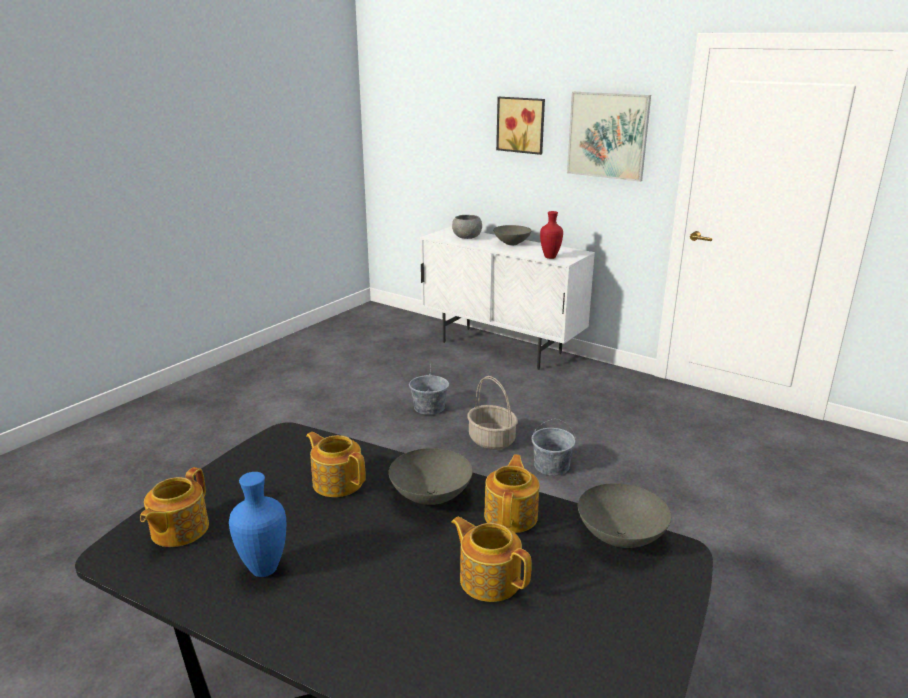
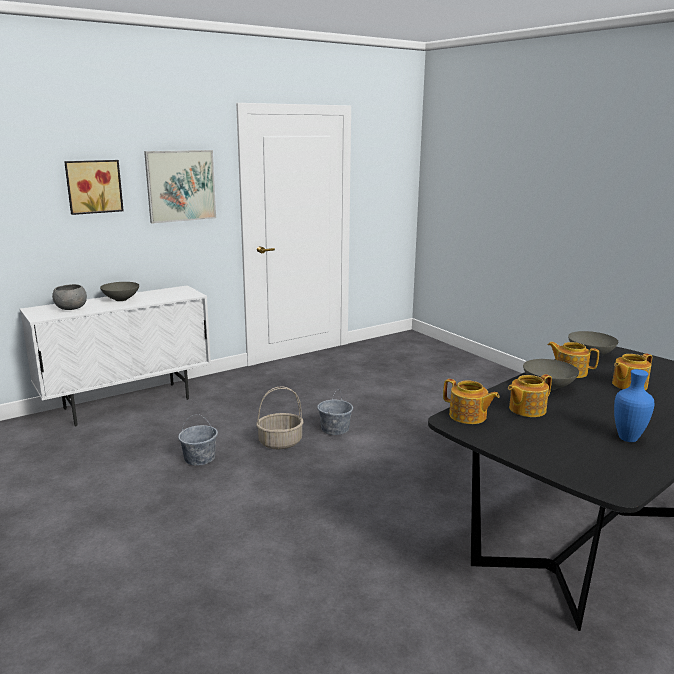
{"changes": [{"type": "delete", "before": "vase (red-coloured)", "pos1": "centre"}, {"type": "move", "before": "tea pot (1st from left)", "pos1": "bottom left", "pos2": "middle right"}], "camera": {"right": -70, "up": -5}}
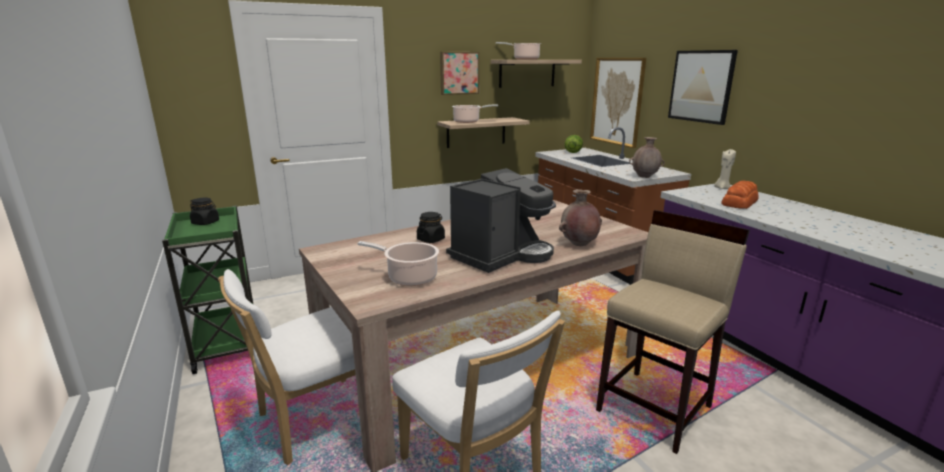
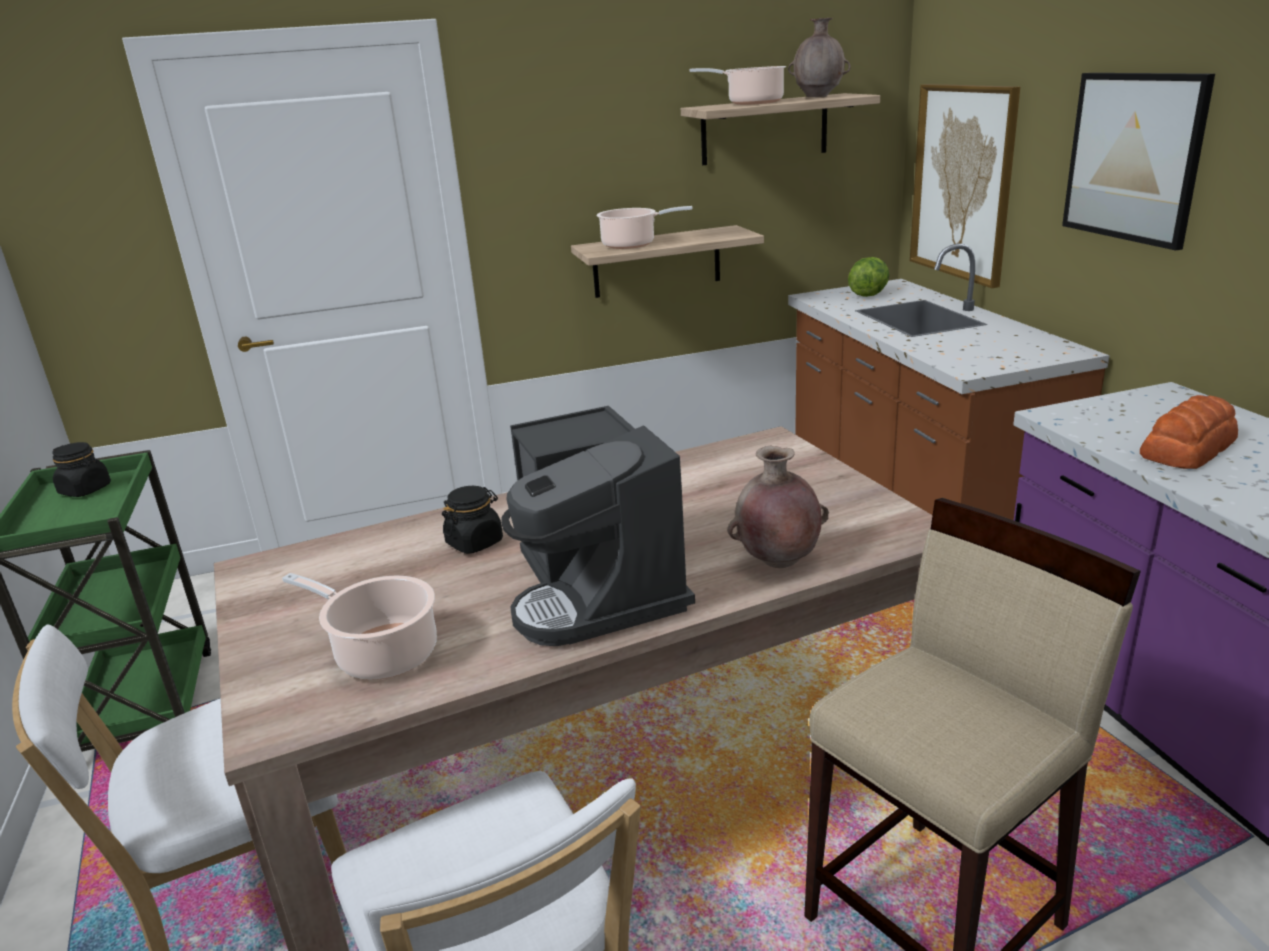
{"changes": [{"type": "delete", "before": "wall picture (1st from left)", "pos1": "top centre"}, {"type": "move", "before": "vase (brown-coloured) (2nd from left)", "pos1": "top right", "pos2": "top centre"}, {"type": "delete", "before": "wax light (beige)", "pos1": "middle right"}, {"type": "rotate", "before": "coffee brewer", "pos1": "centre", "pos2": "centre", "turn": 105}], "camera": {"right": 10, "up": 5}}
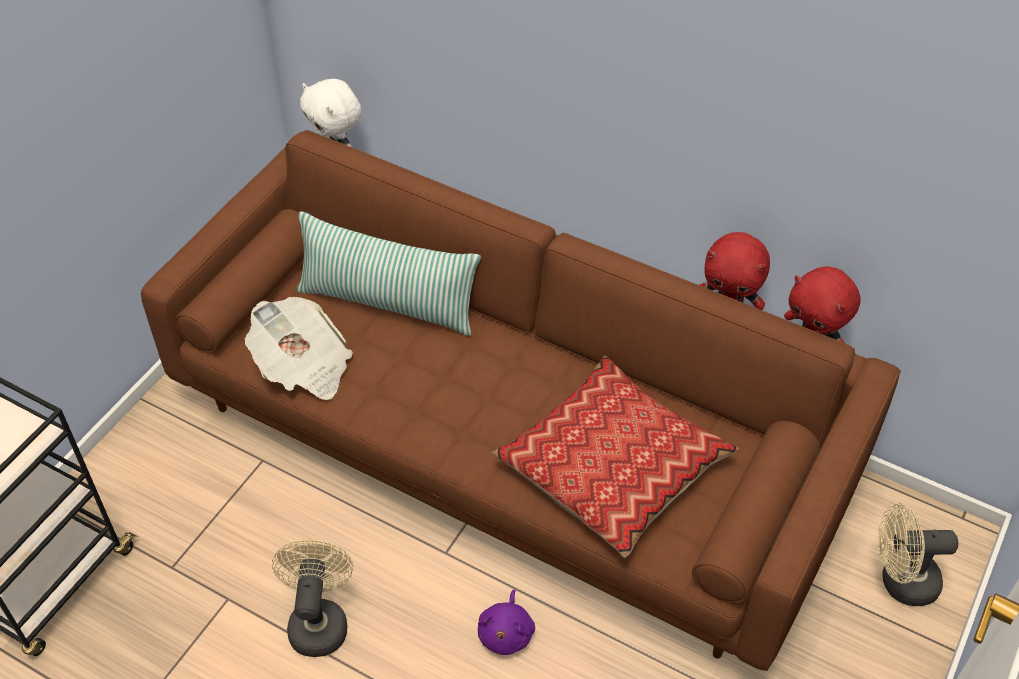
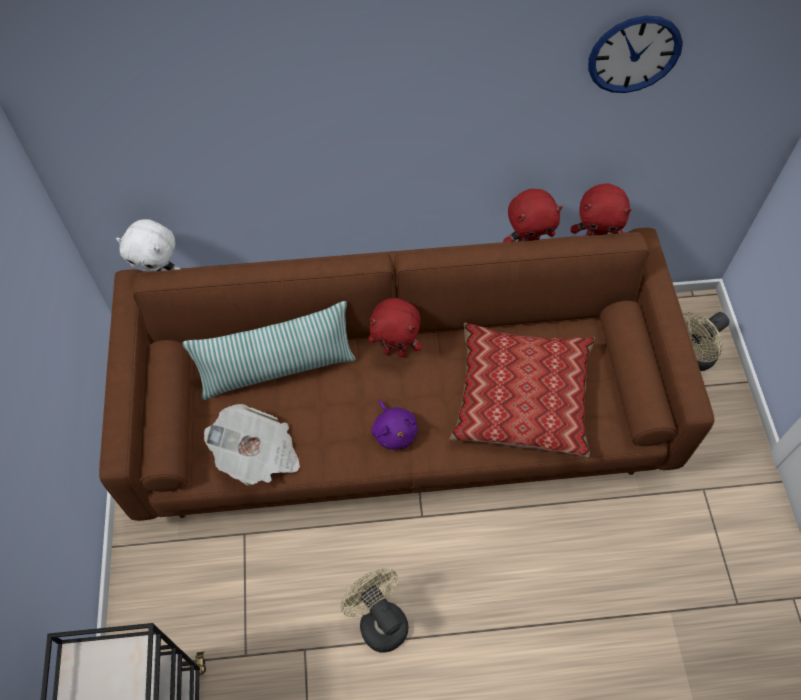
{"changes": [{"type": "move", "before": "plush toy (purple)", "pos1": "bottom centre", "pos2": "centre"}, {"type": "insert", "after": "hanging clock", "pos2": "top right"}, {"type": "insert", "after": "plush toy (red-coloured) (1st from left)", "pos2": "centre"}], "camera": {"right": -35, "up": 10}}
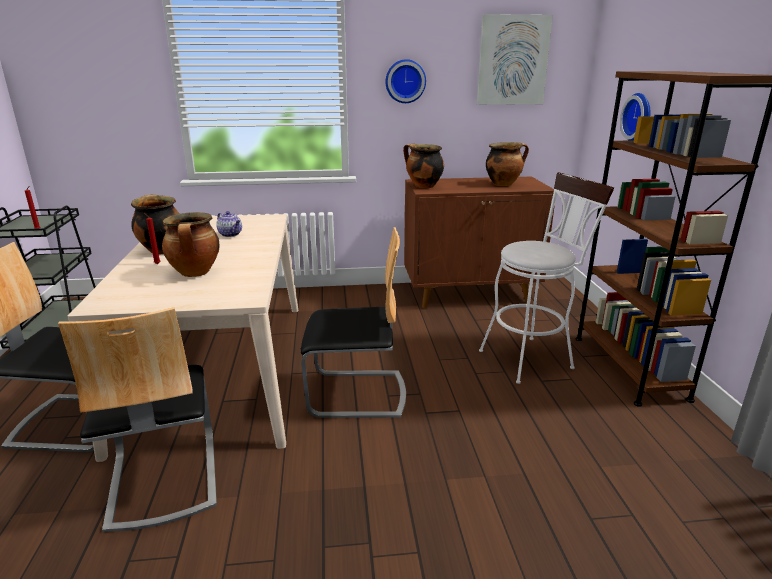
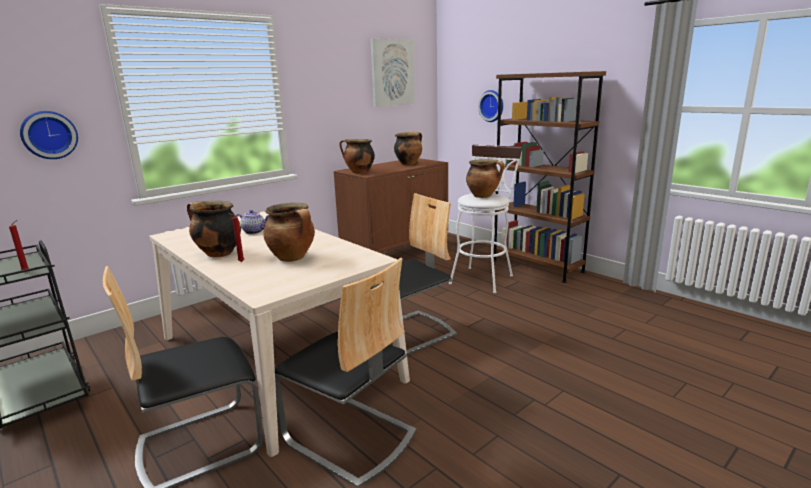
{"changes": [{"type": "move", "before": "hanging clock (1st from left)", "pos1": "top centre", "pos2": "top left"}, {"type": "insert", "after": "stockpot (5th from left)", "pos2": "centre"}], "camera": {"right": -35, "up": -5}}
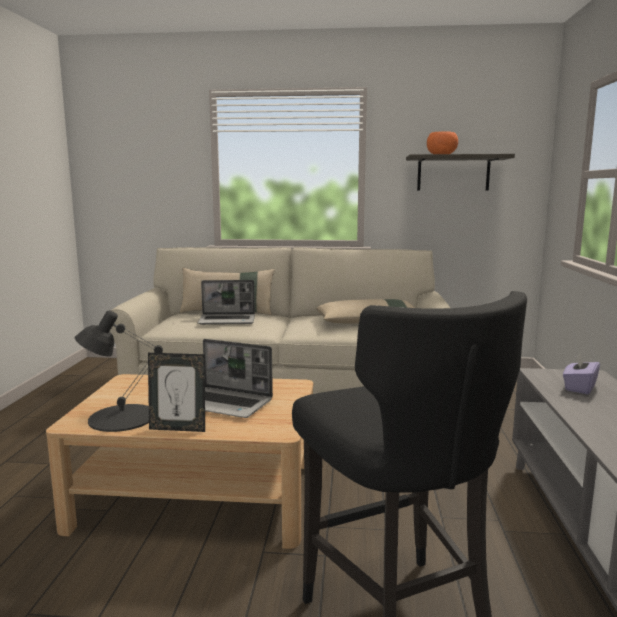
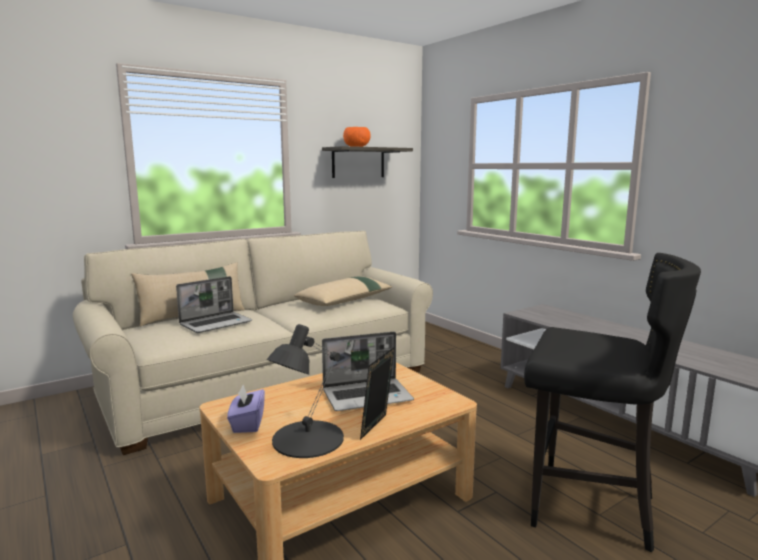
{"changes": [{"type": "move", "before": "tissue box (purple)", "pos1": "middle right", "pos2": "bottom left"}, {"type": "rotate", "before": "photo frame", "pos1": "middle left", "pos2": "bottom centre", "turn": 150}], "camera": {"right": -40, "up": 0}}
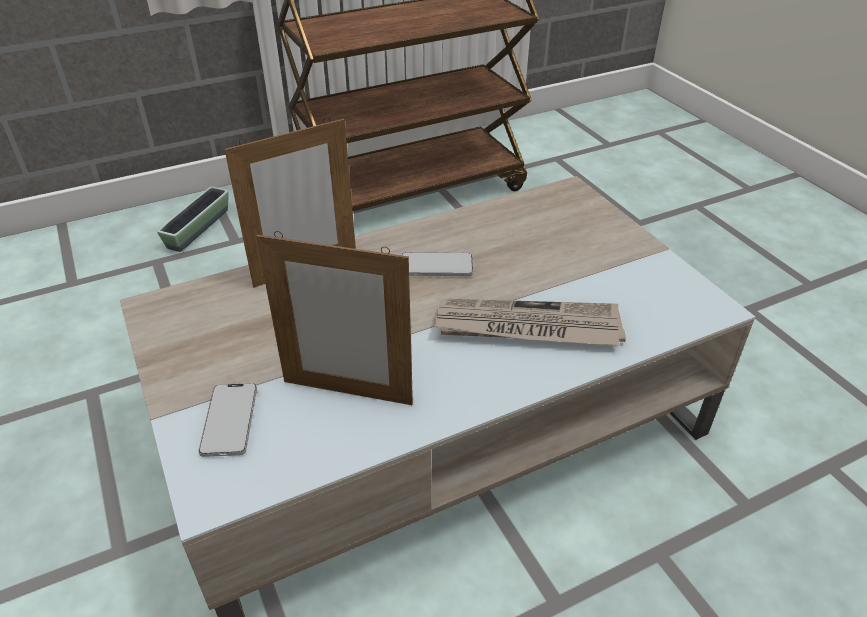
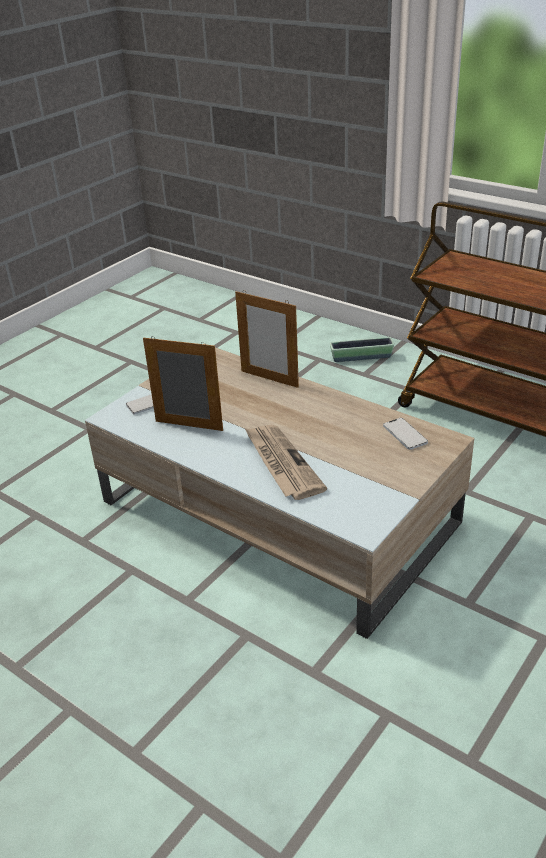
{"changes": [{"type": "rotate", "before": "photo frame (2nd from left in the first image)", "pos1": "centre", "pos2": "centre", "turn": 120}, {"type": "move", "before": "telephone (2nd from left)", "pos1": "centre", "pos2": "middle right"}], "camera": {"right": 65, "up": -5}}
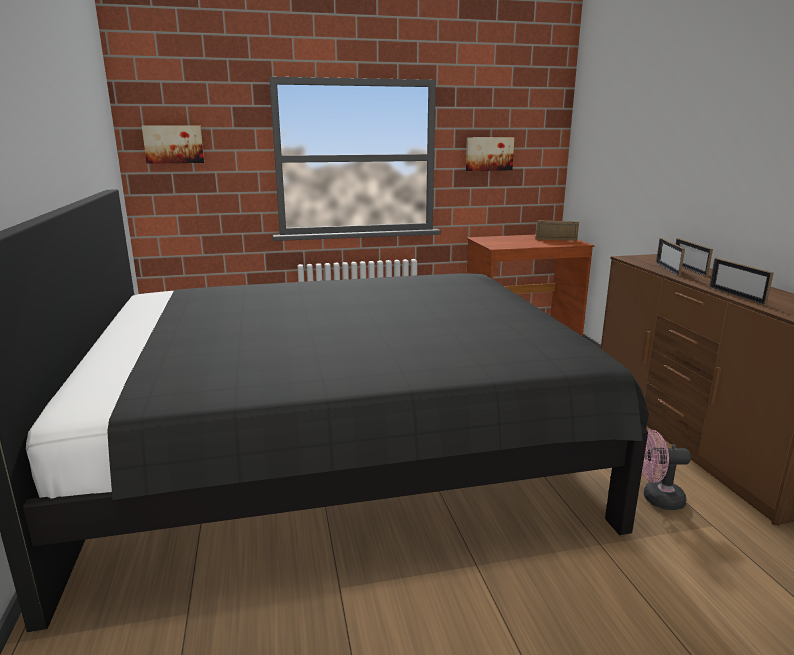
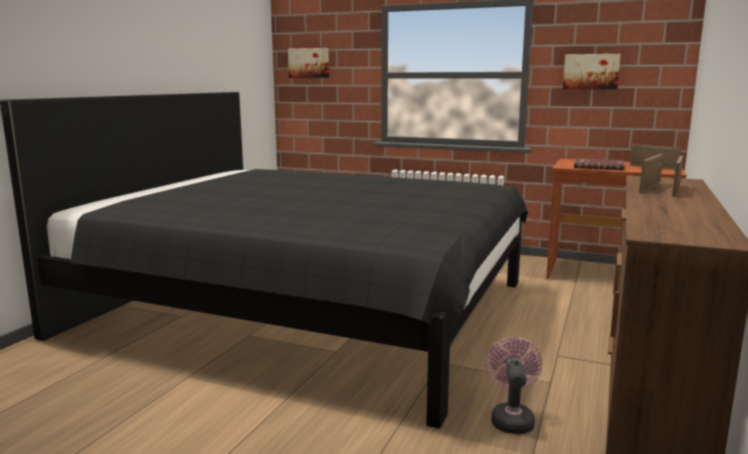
{"changes": [{"type": "delete", "before": "photo frame (4th from left)", "pos1": "middle right"}, {"type": "rotate", "before": "electric fan (pink)", "pos1": "bottom right", "pos2": "bottom right", "turn": 60}, {"type": "insert", "after": "bound book (red-coloured)", "pos2": "middle right"}], "camera": {"right": 35, "up": -5}}
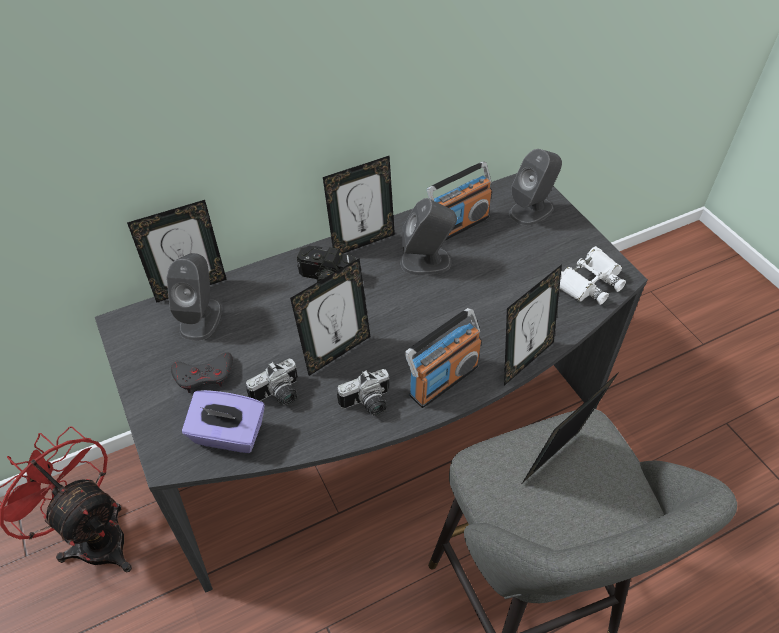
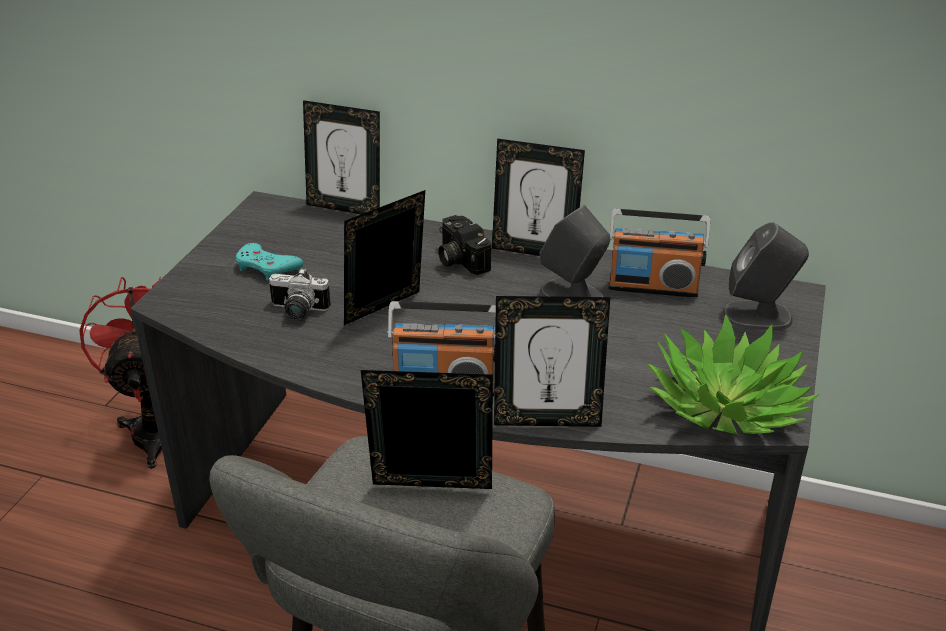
{"changes": [{"type": "replace", "before": "field glasses (whitish)", "after": "potted plant", "pos1": "middle right", "pos2": "middle right"}, {"type": "delete", "before": "audio speaker (gray) (1st from left)", "pos1": "middle left"}, {"type": "rotate", "before": "photo frame (2nd from left)", "pos1": "centre", "pos2": "centre", "turn": 135}, {"type": "recolor", "before": "joypad (gray)", "after": "joypad (turquoise)", "pos1": "middle left", "pos2": "middle left"}, {"type": "delete", "before": "still camera (3rd from left)", "pos1": "centre"}, {"type": "delete", "before": "tissue box (purple)", "pos1": "middle left"}], "camera": {"right": 45, "up": -15}}
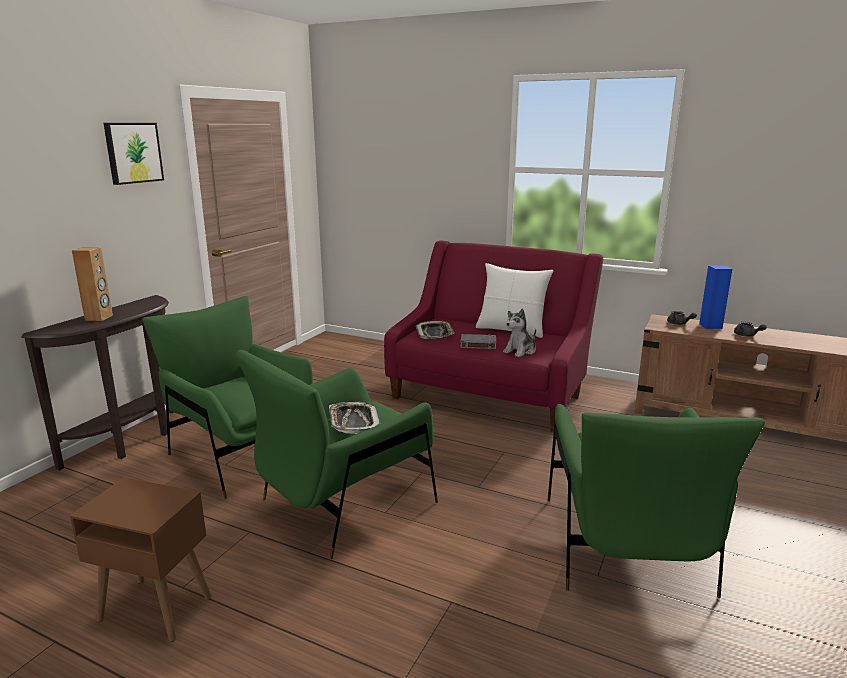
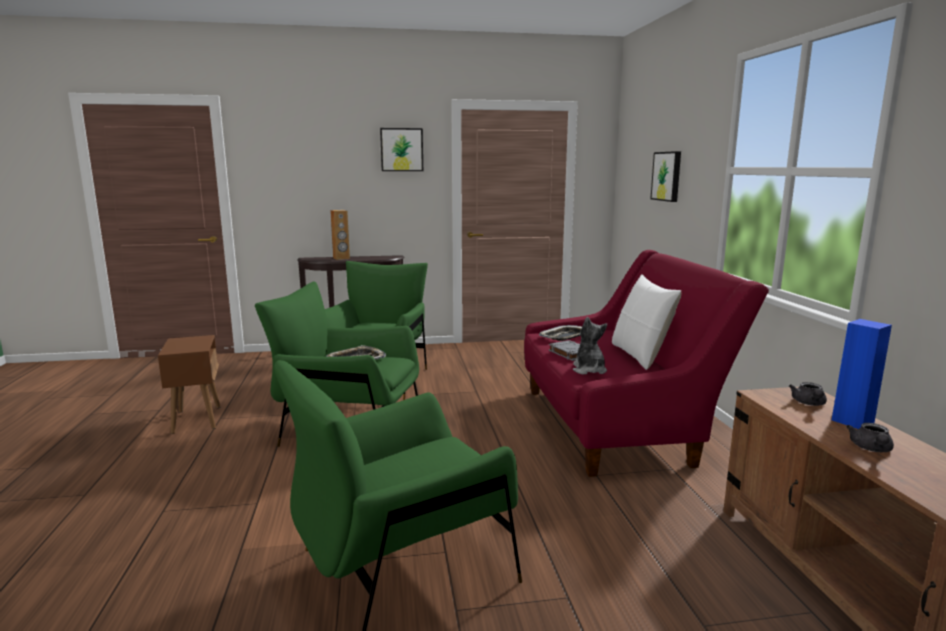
{"changes": [{"type": "rotate", "before": "plush toy", "pos1": "centre", "pos2": "centre", "turn": 75}, {"type": "insert", "after": "wall picture (2nd from left)", "pos2": "top right"}], "camera": {"right": 55, "up": -5}}
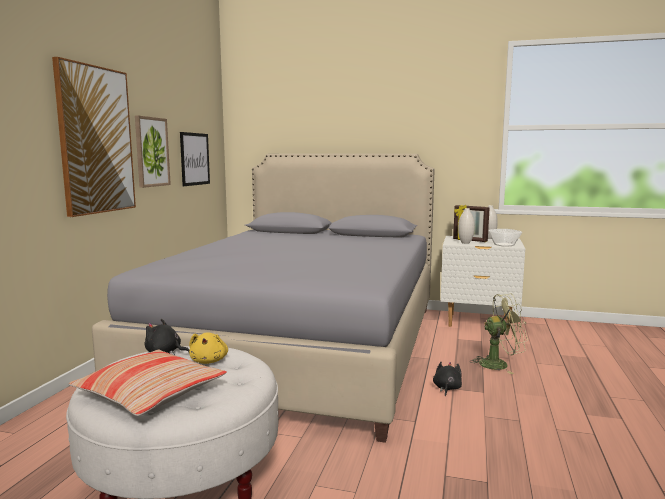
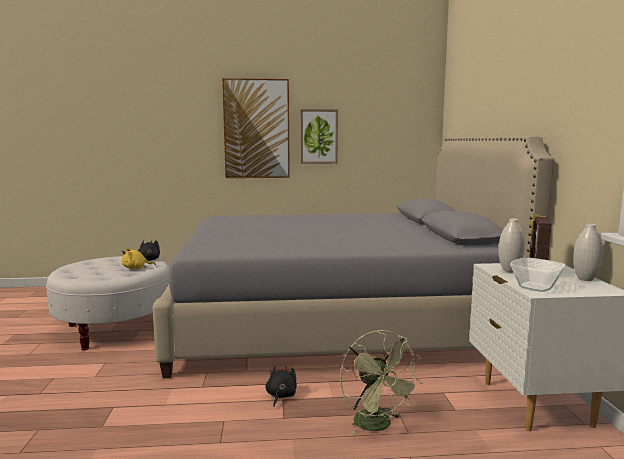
{"changes": [{"type": "delete", "before": "wall picture (3rd from left)", "pos1": "top left"}, {"type": "delete", "before": "cushion", "pos1": "bottom left"}, {"type": "rotate", "before": "plush toy (black) (2nd from left)", "pos1": "bottom right", "pos2": "bottom centre", "turn": -75}], "camera": {"right": 70, "up": 0}}
